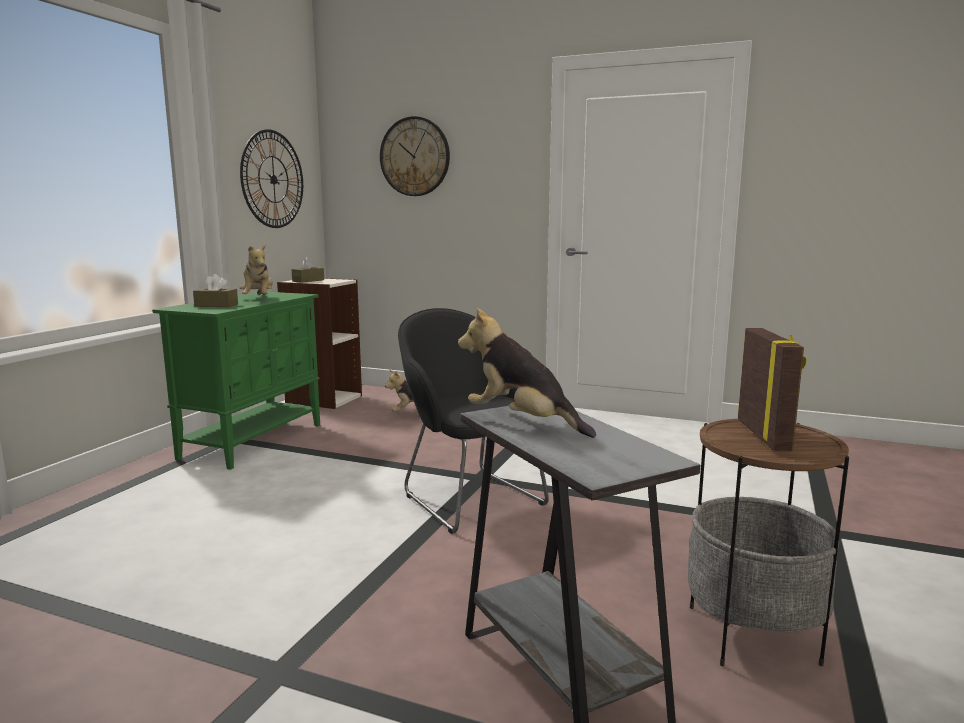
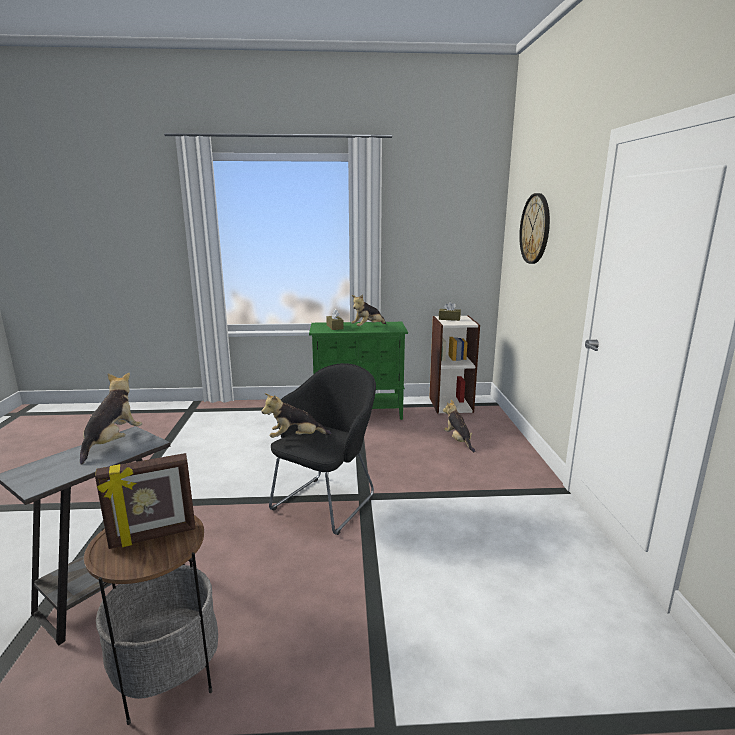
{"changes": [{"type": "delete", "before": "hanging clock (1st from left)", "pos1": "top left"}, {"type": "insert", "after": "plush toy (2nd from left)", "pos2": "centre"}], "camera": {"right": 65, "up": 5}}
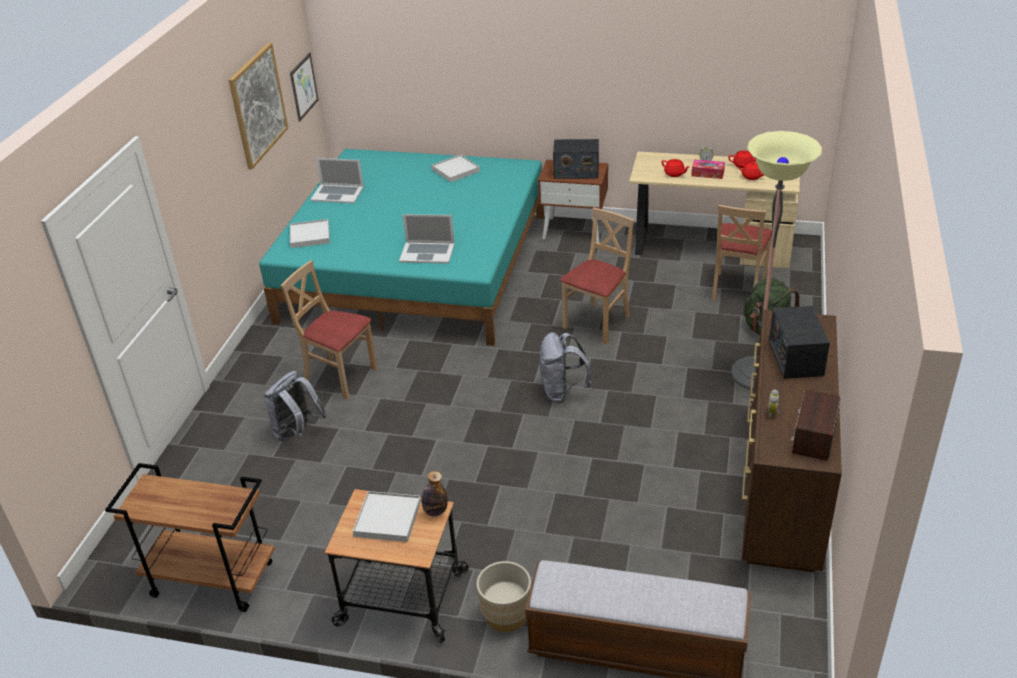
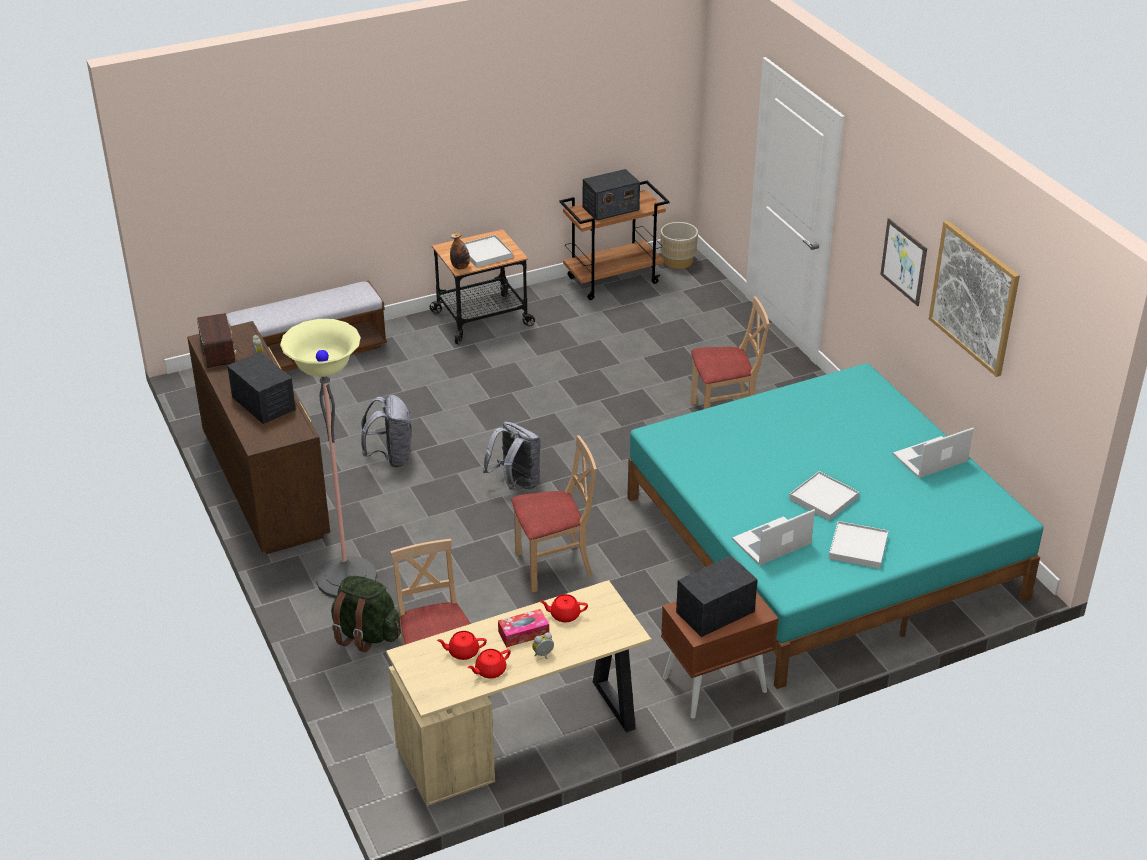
{"changes": [{"type": "move", "before": "wall picture (2nd from left in the first image)", "after": "wall picture (1st from left)", "pos1": "top left", "pos2": "top right"}, {"type": "rotate", "before": "chair (beige) (2nd from left)", "pos1": "centre", "pos2": "centre", "turn": -105}, {"type": "move", "before": "laptop (2nd from left in the first image)", "after": "laptop (1st from left)", "pos1": "centre", "pos2": "middle right"}, {"type": "move", "before": "serving tray (whitish) (1st from left in the first image)", "after": "serving tray (whitish) (2nd from left)", "pos1": "middle left", "pos2": "middle right"}, {"type": "move", "before": "backpack (gray) (1st from left)", "pos1": "middle left", "pos2": "centre"}, {"type": "move", "before": "plant pot (beige)", "pos1": "bottom centre", "pos2": "top centre"}, {"type": "insert", "after": "radio (3rd from left)", "pos2": "top centre"}], "camera": {"right": 140, "up": 0}}
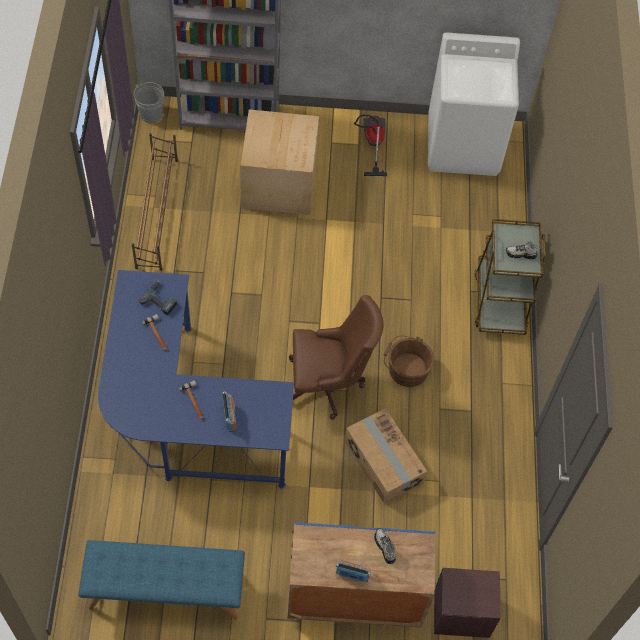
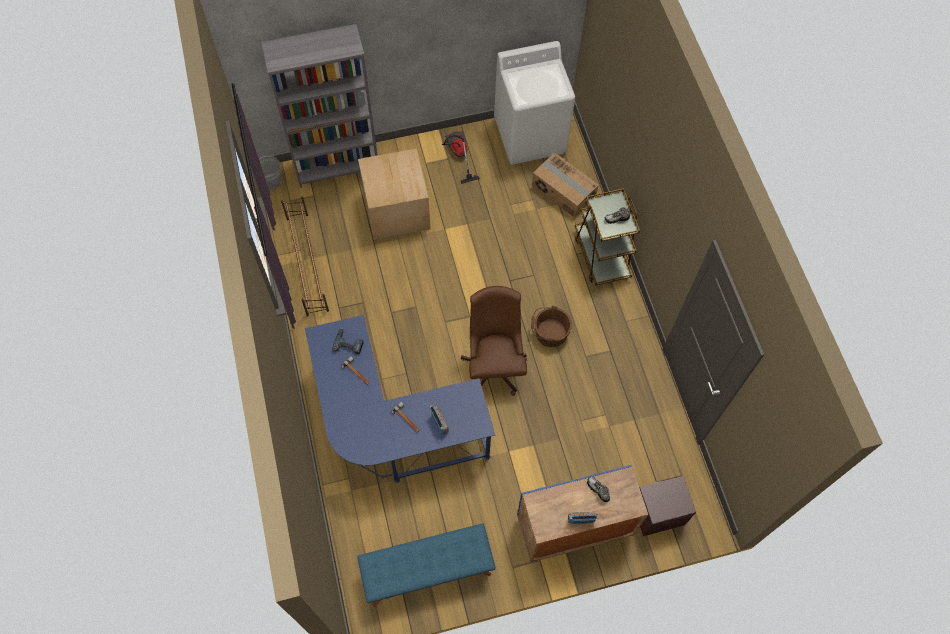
{"changes": [{"type": "rotate", "before": "computer chair (brown-coloured)", "pos1": "centre", "pos2": "centre", "turn": -75}, {"type": "move", "before": "carton (2nd from left)", "pos1": "bottom centre", "pos2": "top centre"}], "camera": {"right": -15, "up": 5}}
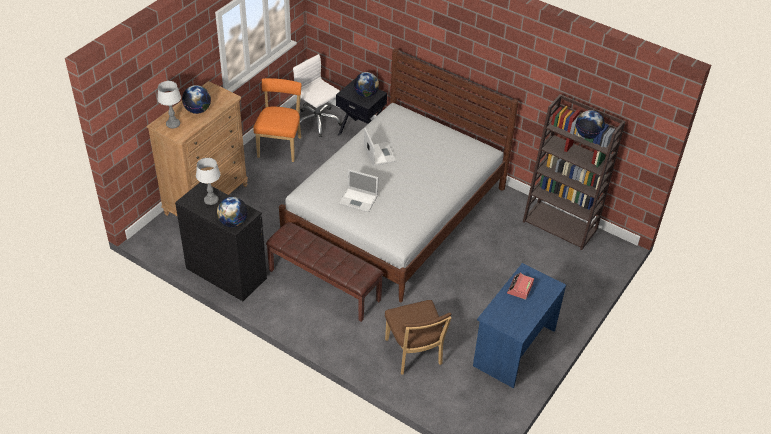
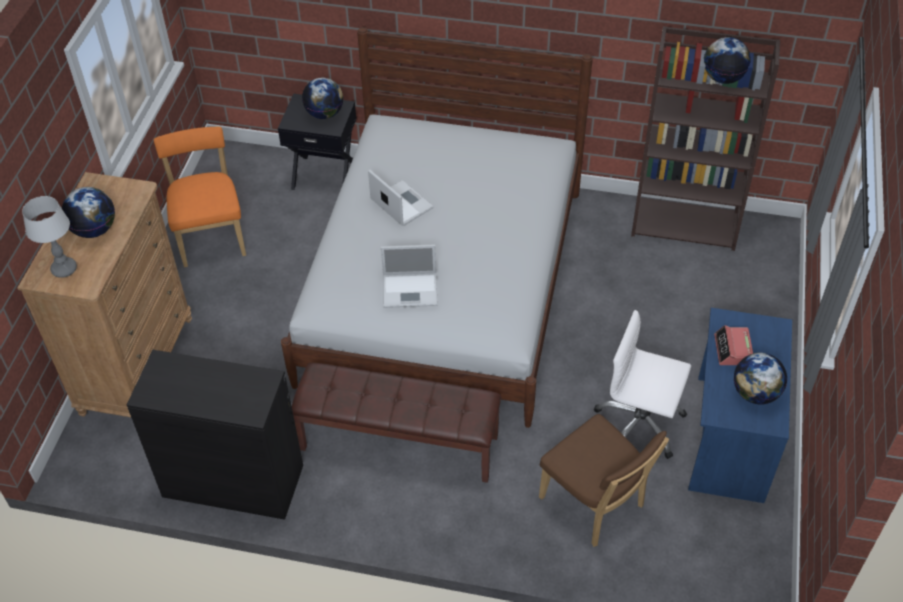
{"changes": [{"type": "move", "before": "computer chair (whitish)", "pos1": "top centre", "pos2": "middle right"}, {"type": "delete", "before": "table lamp (2nd from left)", "pos1": "middle left"}, {"type": "move", "before": "desk globe (2nd from left in the first image)", "after": "desk globe (4th from left)", "pos1": "middle left", "pos2": "middle right"}], "camera": {"right": -20, "up": 5}}
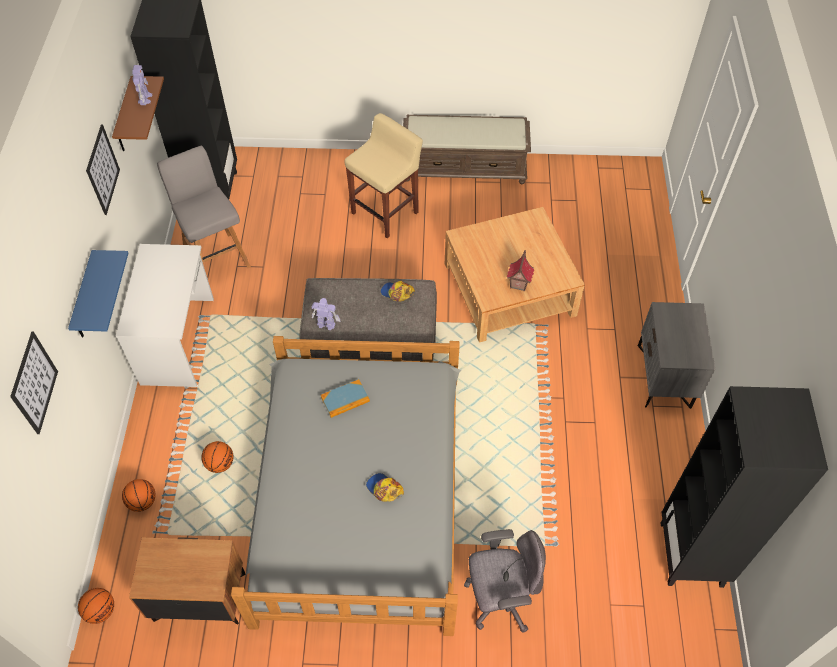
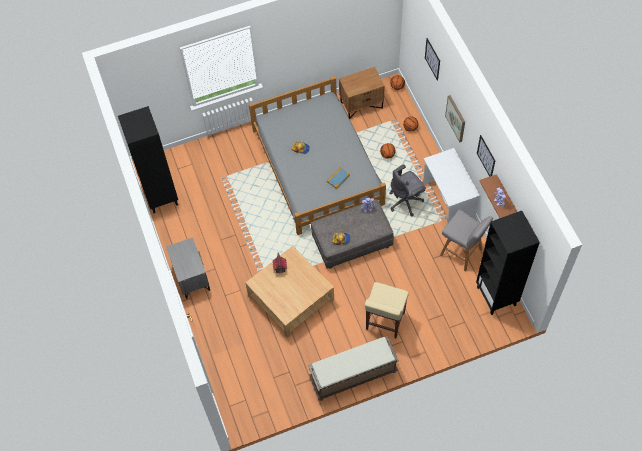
{"changes": [{"type": "replace", "before": "wall shelf (blue-coloured)", "after": "wall picture (2nd from left)", "pos1": "middle left", "pos2": "top right"}, {"type": "move", "before": "computer chair (gray)", "pos1": "bottom centre", "pos2": "centre"}], "camera": {"right": 160, "up": 5}}
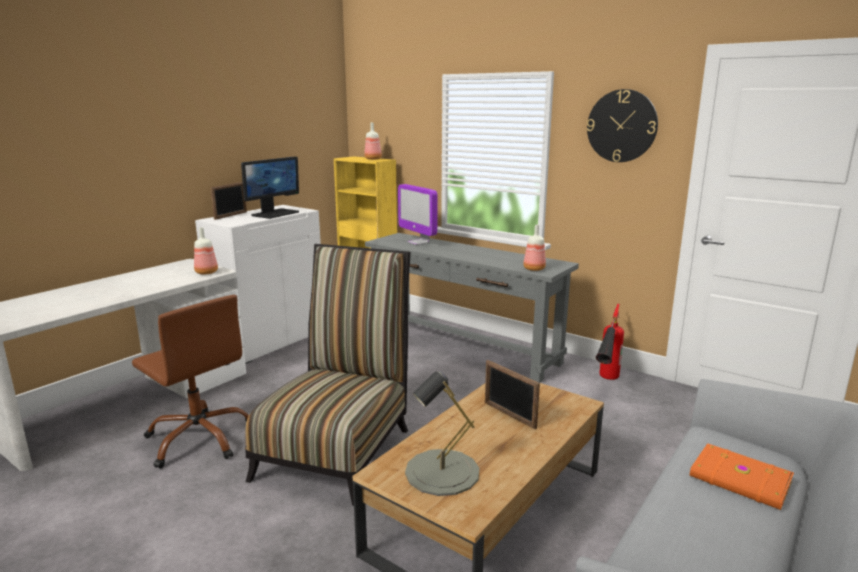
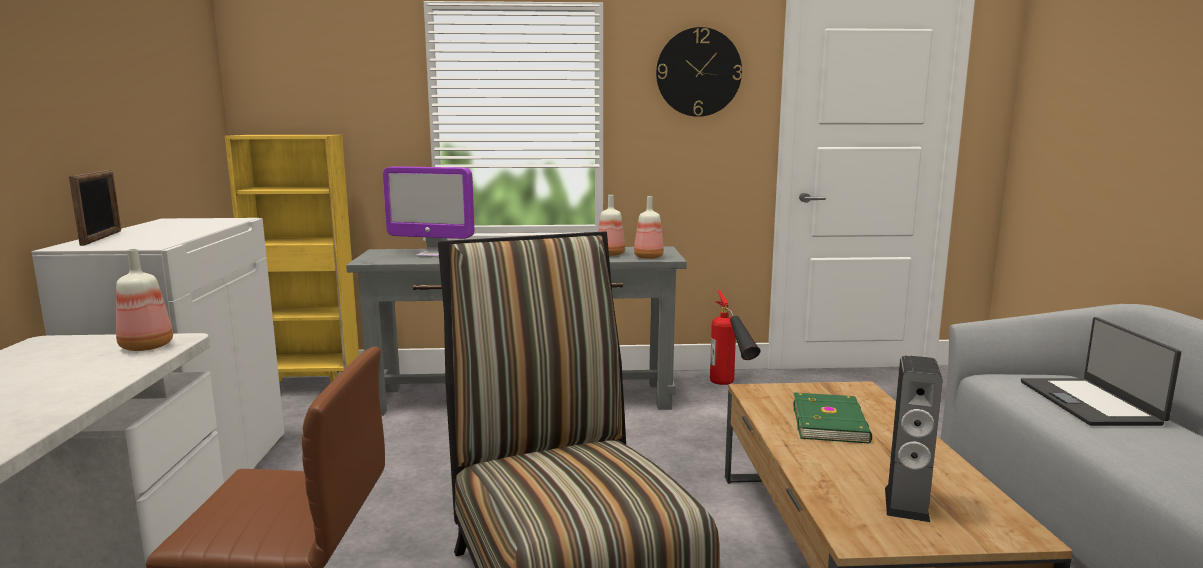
{"changes": [{"type": "move", "before": "bottle (2nd from left)", "pos1": "top centre", "pos2": "centre"}, {"type": "delete", "before": "monitor (1st from left)", "pos1": "top left"}, {"type": "replace", "before": "photo frame (2nd from left)", "after": "bound book (green)", "pos1": "bottom centre", "pos2": "bottom right"}, {"type": "replace", "before": "table lamp (gray)", "after": "audio speaker", "pos1": "bottom centre", "pos2": "bottom right"}, {"type": "replace", "before": "bound book (orange-coloured)", "after": "laptop", "pos1": "bottom right", "pos2": "middle right"}], "camera": {"right": -40, "up": -5}}
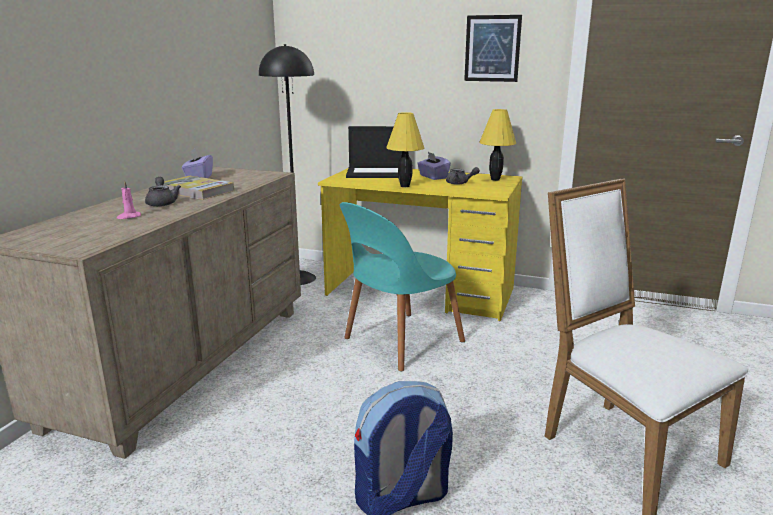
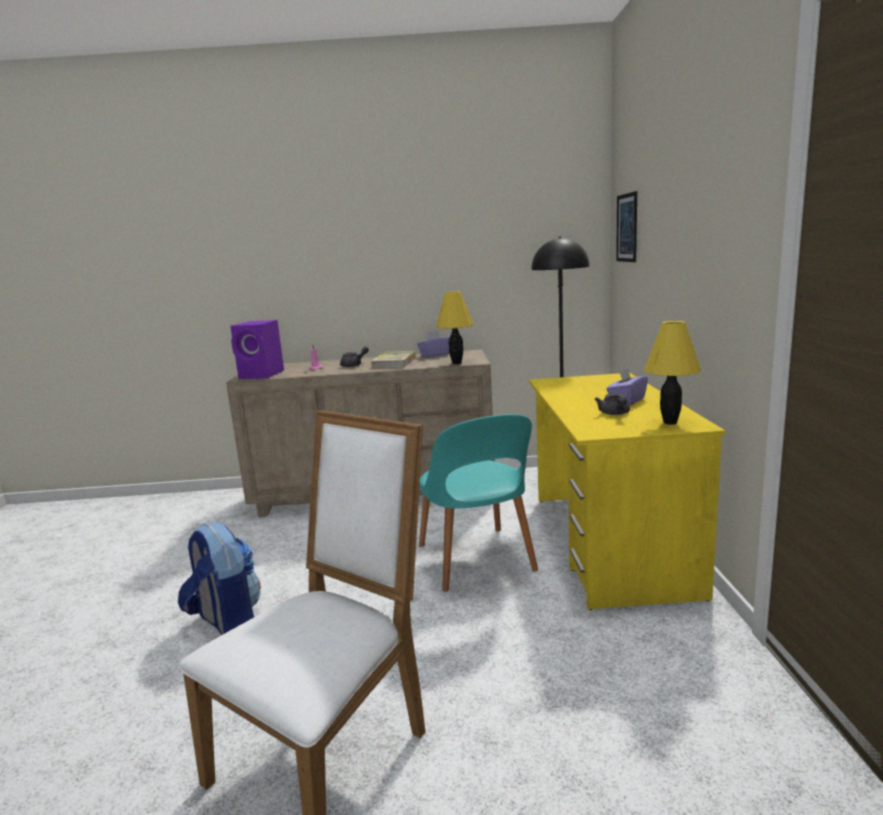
{"changes": [{"type": "move", "before": "wall picture", "pos1": "top centre", "pos2": "top right"}, {"type": "move", "before": "table lamp (yellow) (1st from left)", "pos1": "top centre", "pos2": "centre"}, {"type": "delete", "before": "laptop", "pos1": "top centre"}, {"type": "rotate", "before": "chair (turquoise)", "pos1": "centre", "pos2": "centre", "turn": -135}, {"type": "insert", "after": "audio speaker (purple)", "pos2": "middle left"}], "camera": {"right": 70, "up": -5}}
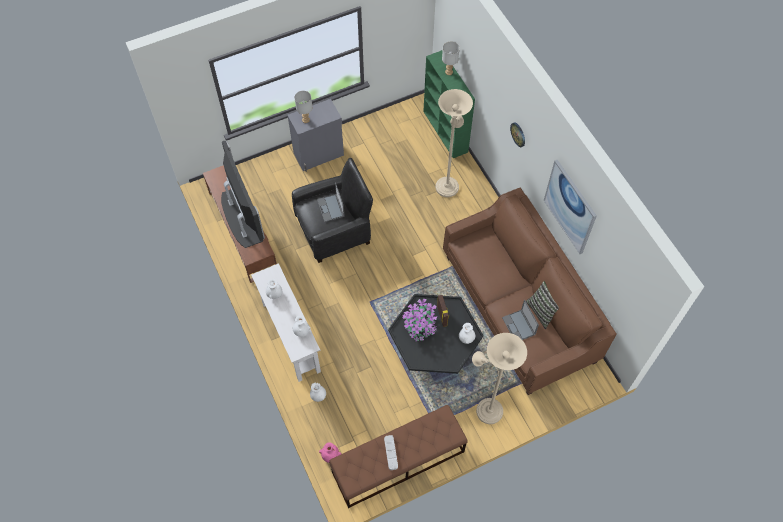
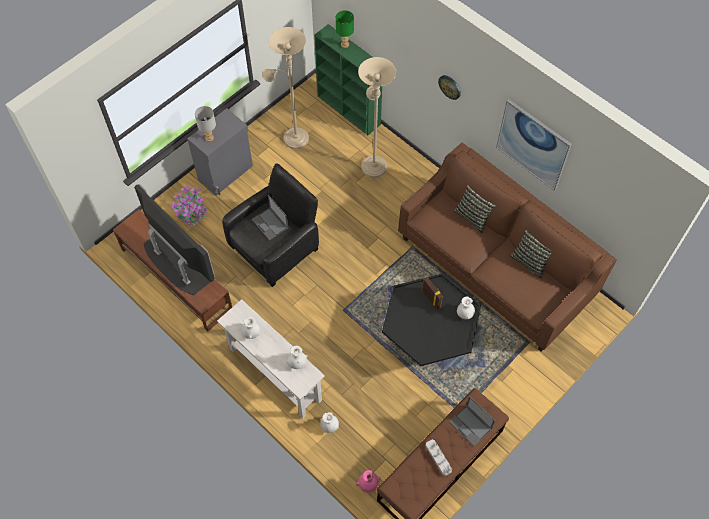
{"changes": [{"type": "recolor", "before": "table lamp (gray) (2nd from left)", "after": "table lamp (green)", "pos1": "top centre", "pos2": "top centre"}, {"type": "move", "before": "potted plant", "pos1": "centre", "pos2": "middle left"}, {"type": "move", "before": "laptop (2nd from left)", "pos1": "centre", "pos2": "bottom centre"}, {"type": "move", "before": "standard lamp (beige) (2nd from left in the first image)", "after": "standard lamp (beige) (1st from left)", "pos1": "bottom centre", "pos2": "top centre"}, {"type": "insert", "after": "cushion (1st from left)", "pos2": "middle right"}], "camera": {"right": -20, "up": 0}}
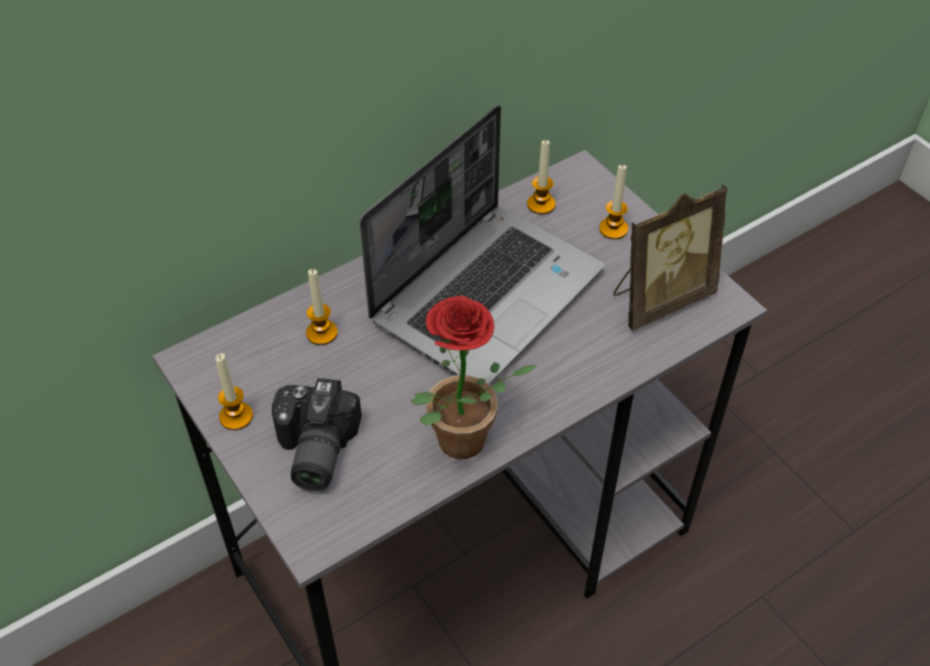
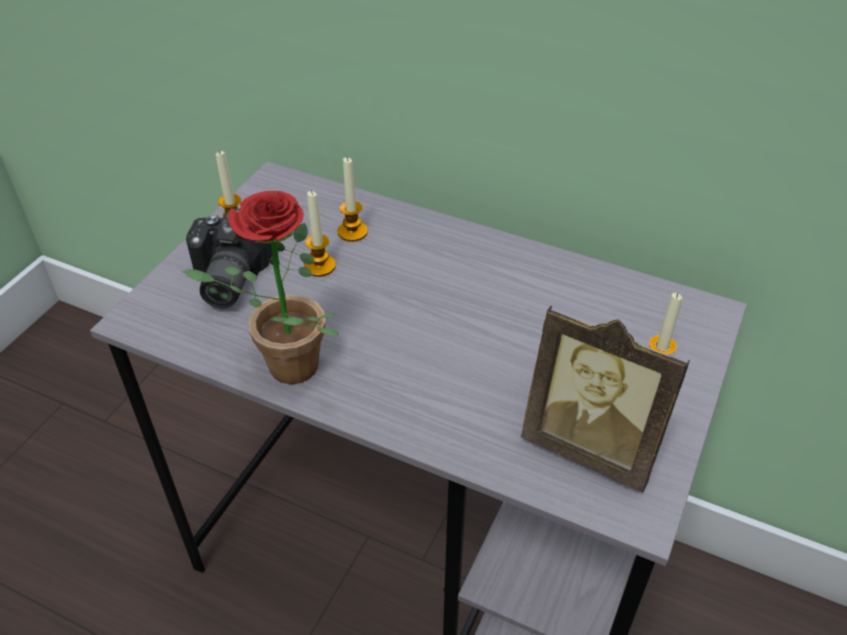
{"changes": [{"type": "delete", "before": "laptop", "pos1": "centre"}, {"type": "move", "before": "wax light (3rd from left in the first image)", "after": "wax light (2nd from left)", "pos1": "top centre", "pos2": "centre"}, {"type": "rotate", "before": "still camera", "pos1": "centre", "pos2": "middle left", "turn": -60}], "camera": {"right": 60, "up": -5}}
